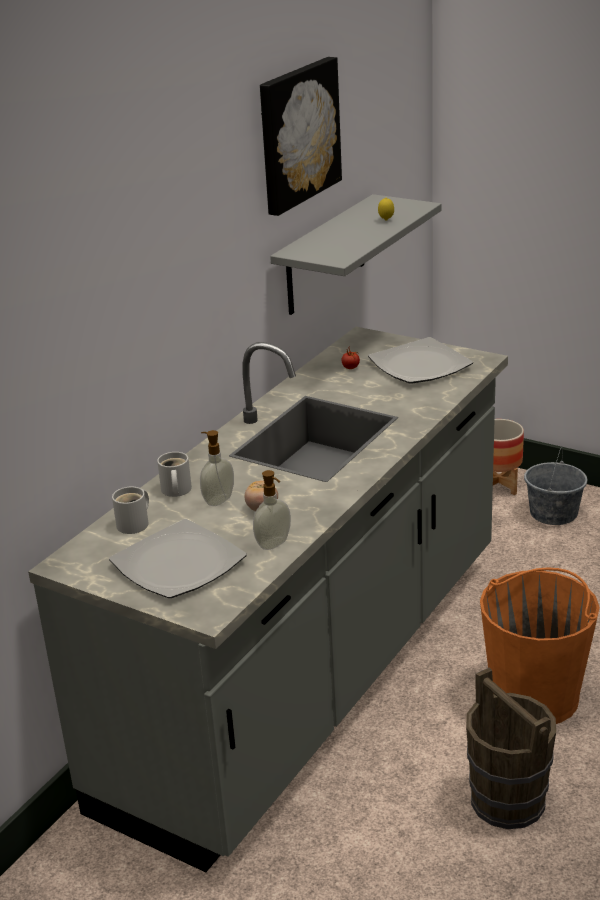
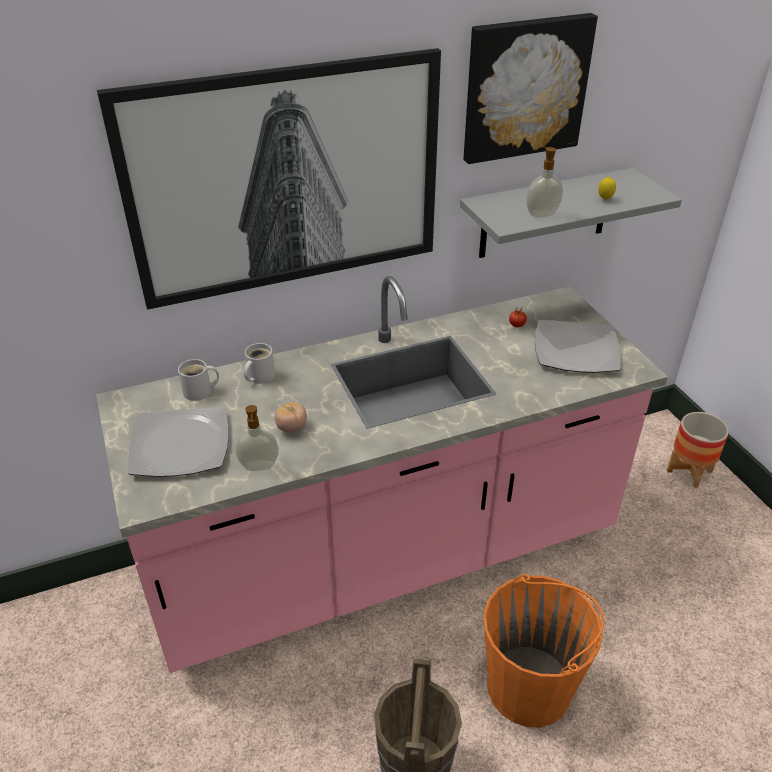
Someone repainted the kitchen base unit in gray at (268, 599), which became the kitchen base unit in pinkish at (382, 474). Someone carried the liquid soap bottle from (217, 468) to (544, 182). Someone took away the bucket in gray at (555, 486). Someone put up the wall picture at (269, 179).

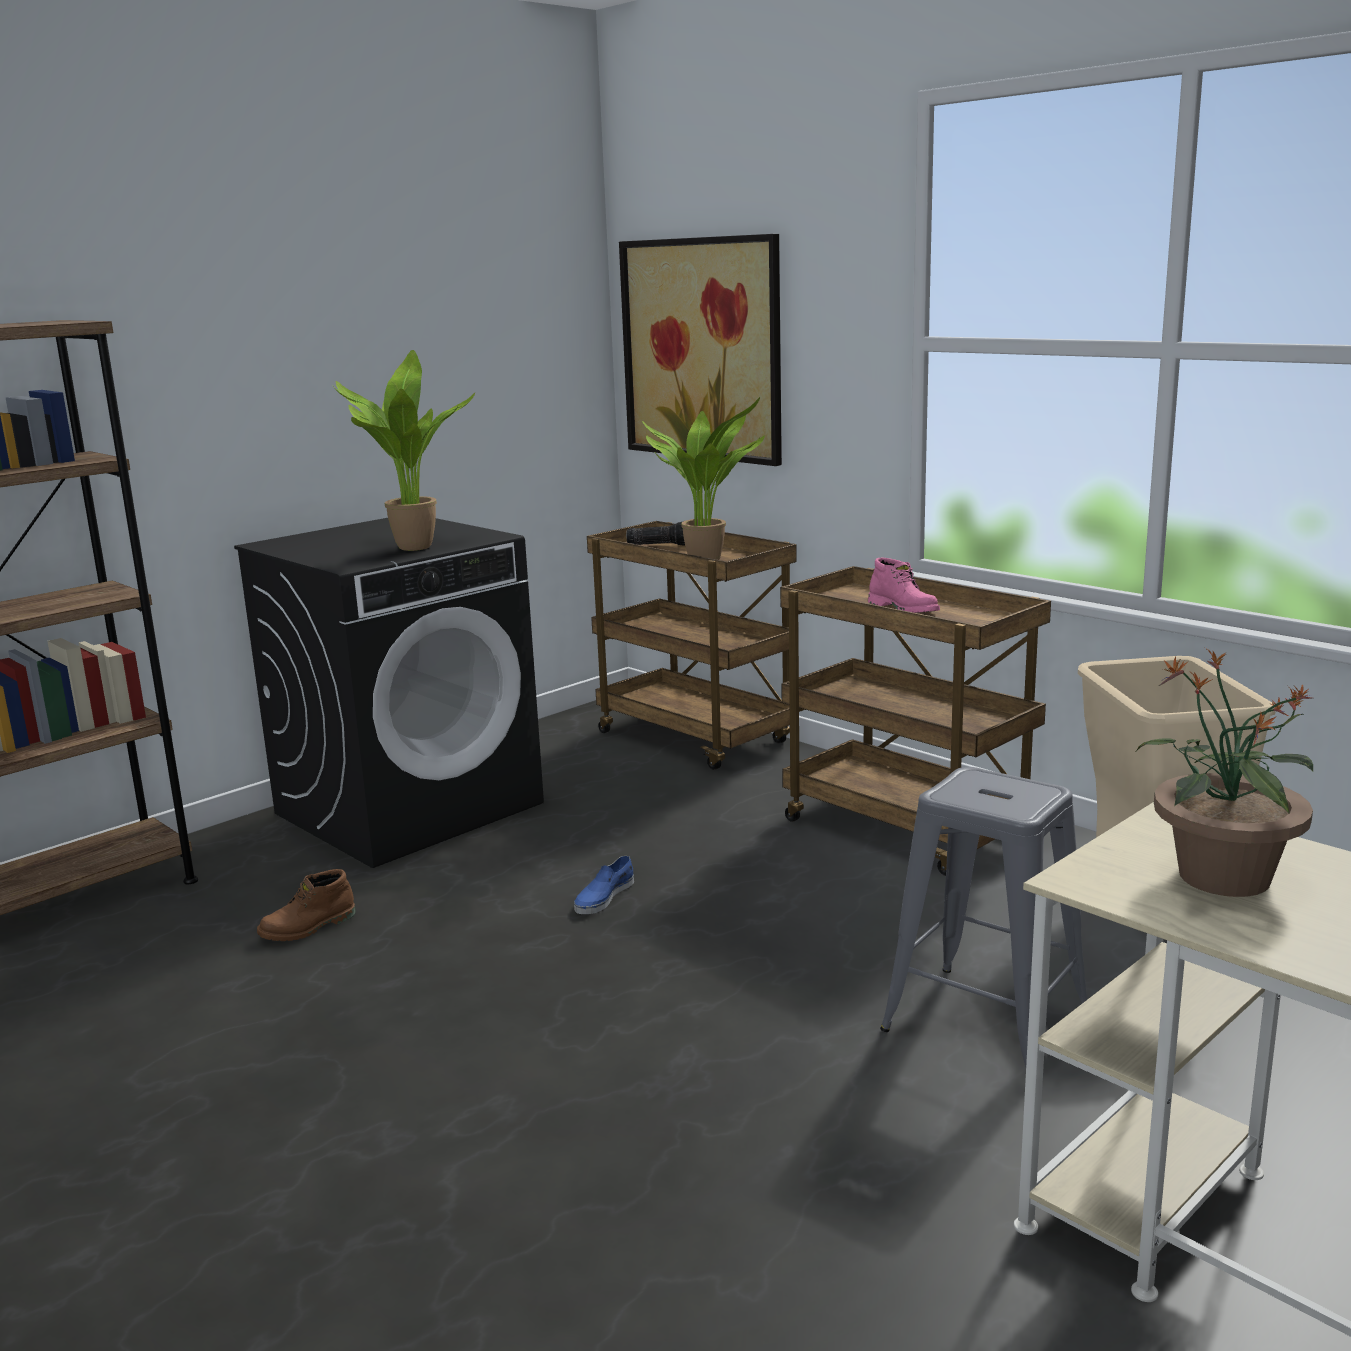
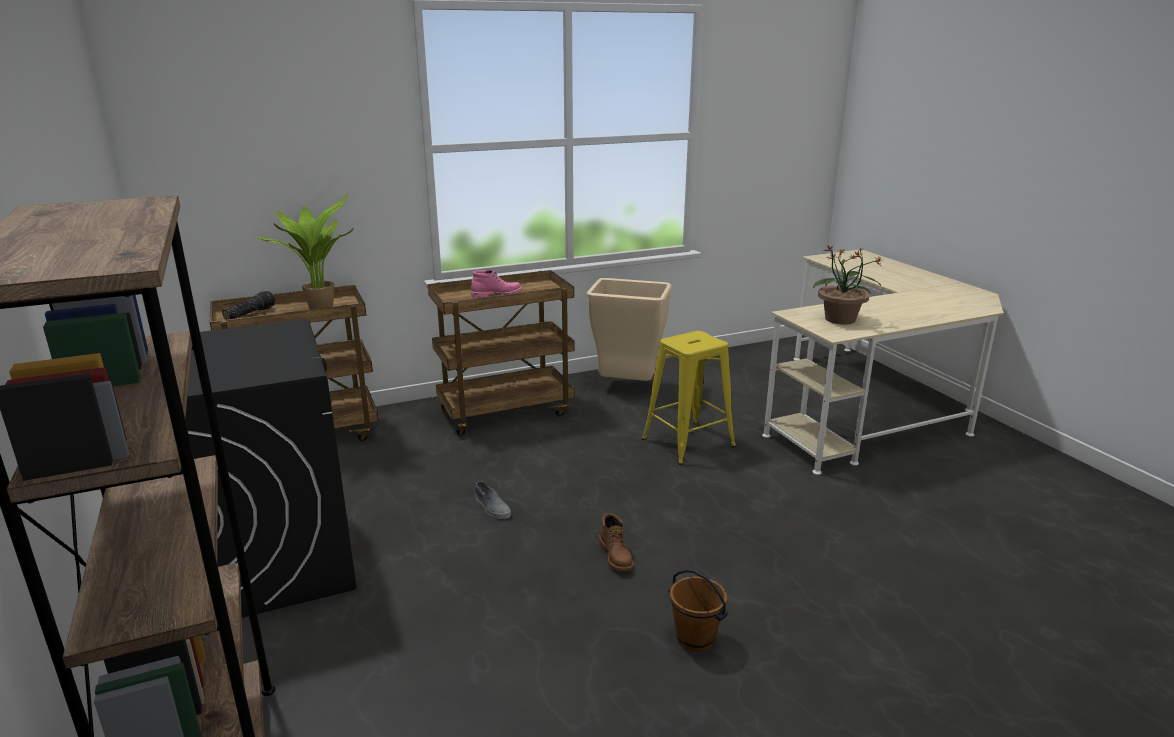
Someone took away the wall picture at (700, 350). Someone took away the houseplant at (404, 450). Someone repainted the stool in gray at (983, 917), which became the stool in yellowish at (689, 398). Someone repainted the low shoe in blue-coloured at (604, 885), which became the low shoe in gray at (493, 500). Someone carried the tall boot in brownish from (306, 905) to (616, 542). Someone put down the bucket in brownish at (699, 611).

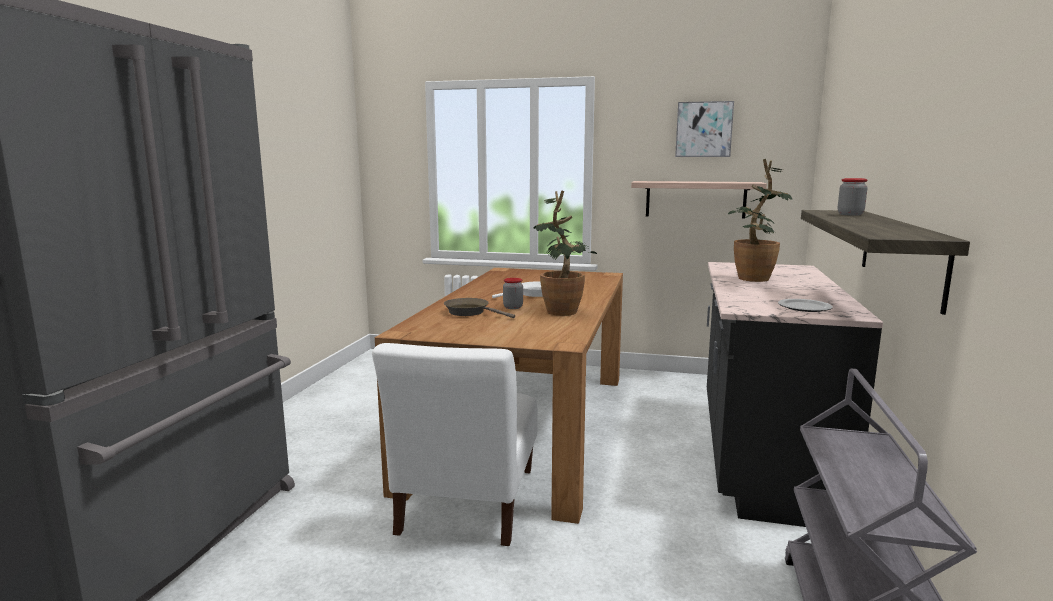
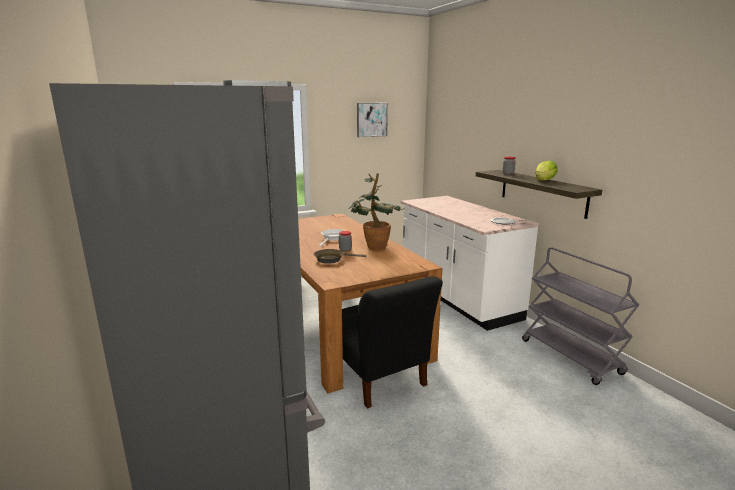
Someone took away the houseplant at (760, 220). Someone took away the bracket shelf at (699, 200). Someone repainted the kitchen base unit in blackish at (795, 394), which became the kitchen base unit in whitish at (470, 263). Someone repainted the upright chair in whitish at (454, 444), which became the upright chair in blackish at (392, 342). Someone put down the lettuce at (546, 170).

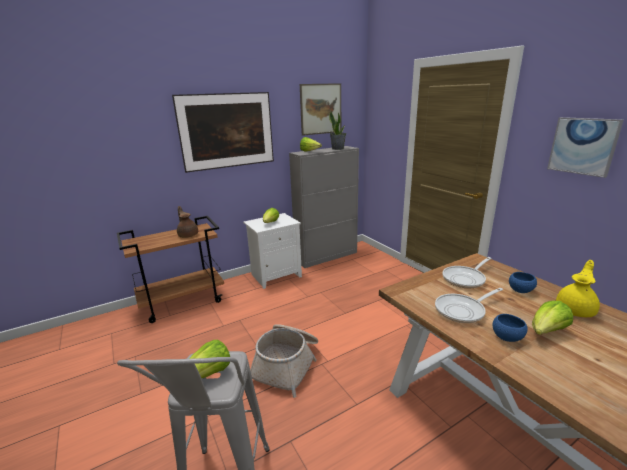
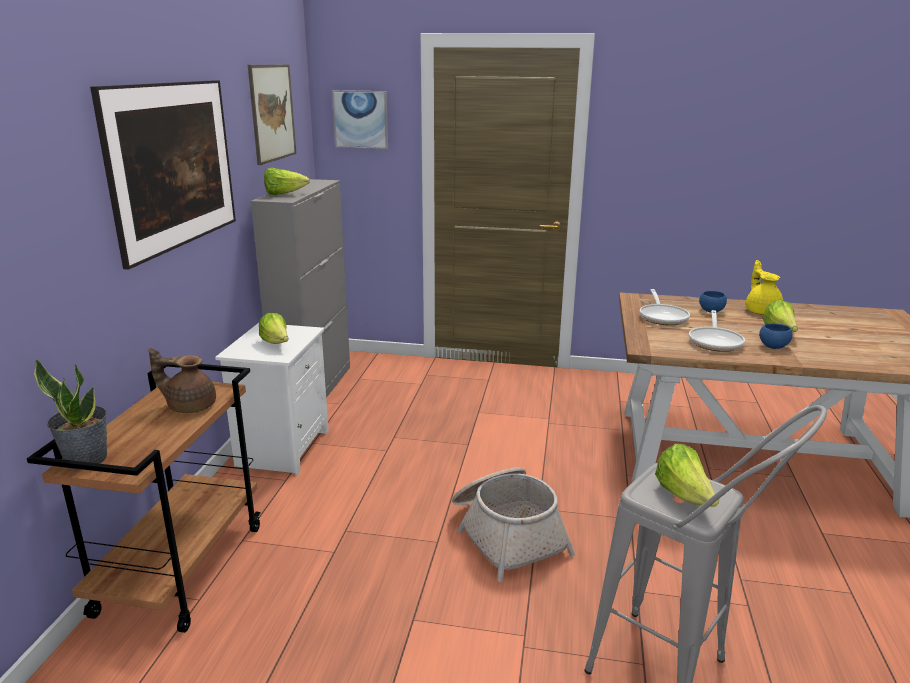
Someone carried the houseplant from (337, 130) to (70, 414). Someone carried the wall picture from (585, 147) to (360, 119).

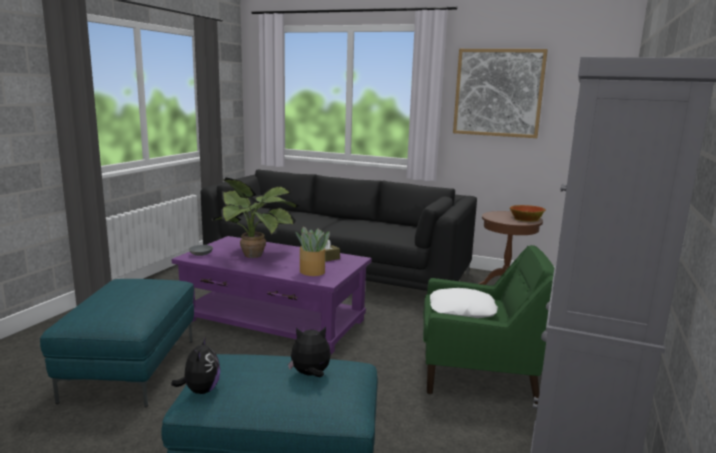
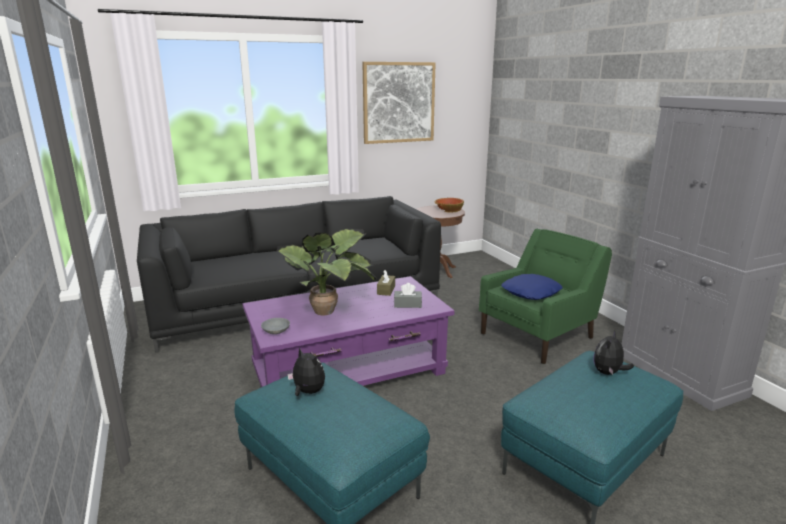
Someone swapped the houseplant at (312, 251) for the box of tissues in gray at (408, 295). Someone repainted the pillow in whitish at (464, 303), which became the pillow in blue-coloured at (531, 287). Someone carried the soft toy from (195, 365) to (306, 371).

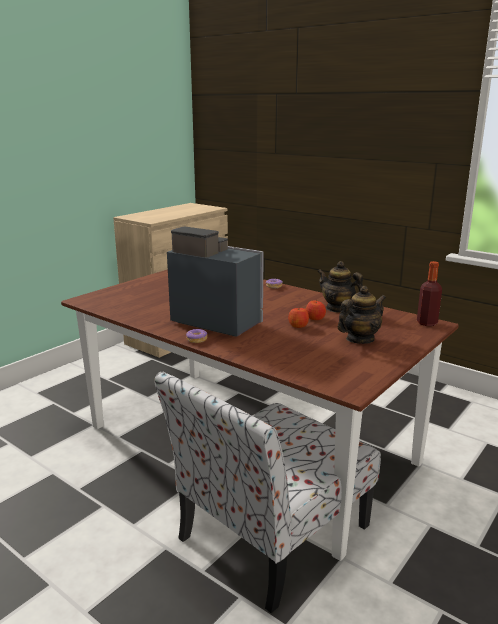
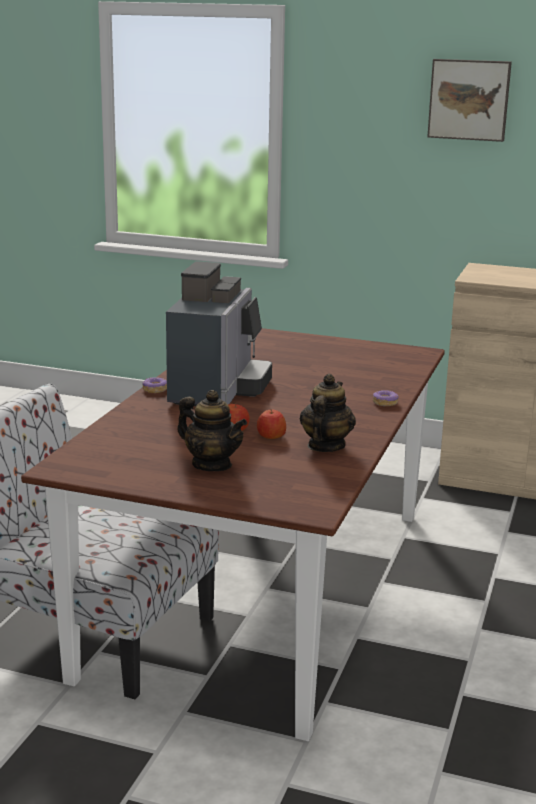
Someone took away the drink bottle at (429, 293). Someone put up the wall picture at (469, 100).

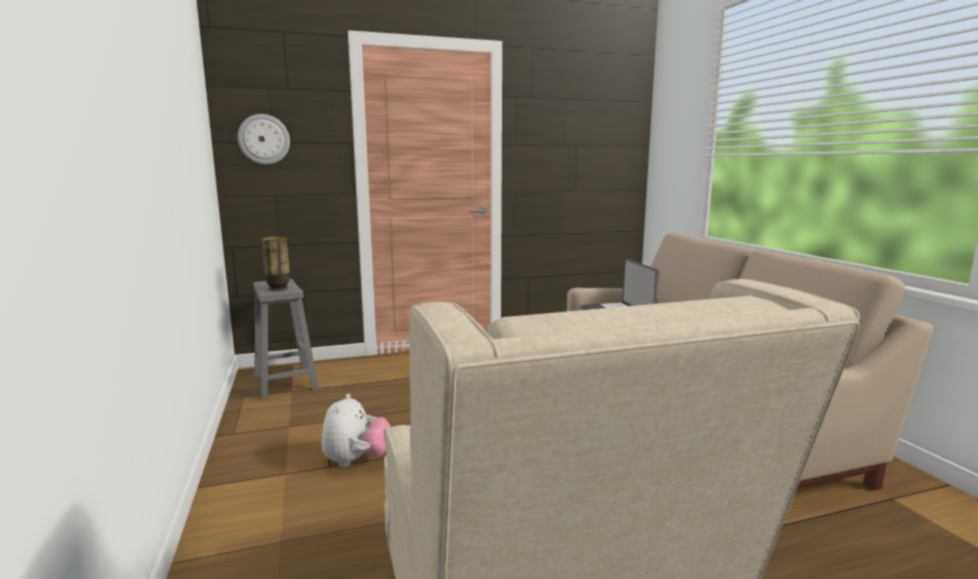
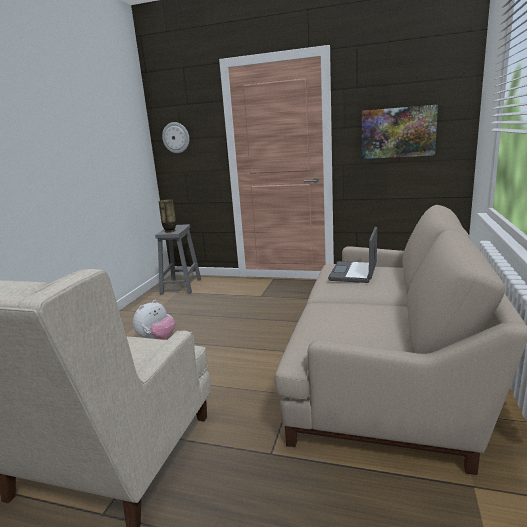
Someone put up the wall picture at (400, 132).

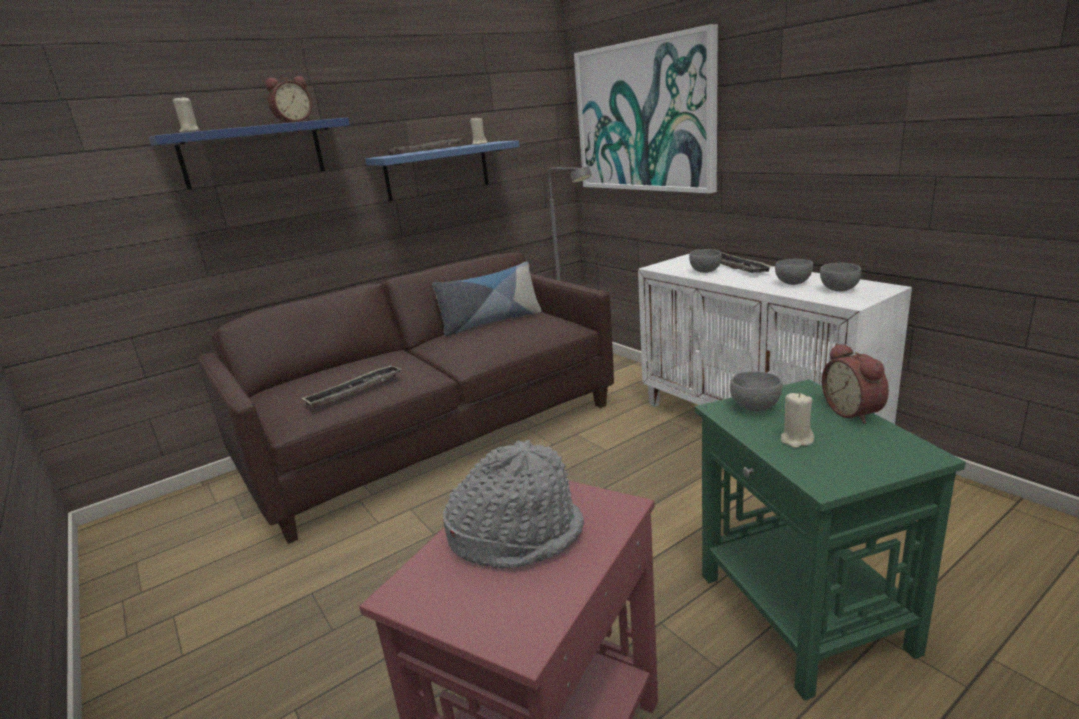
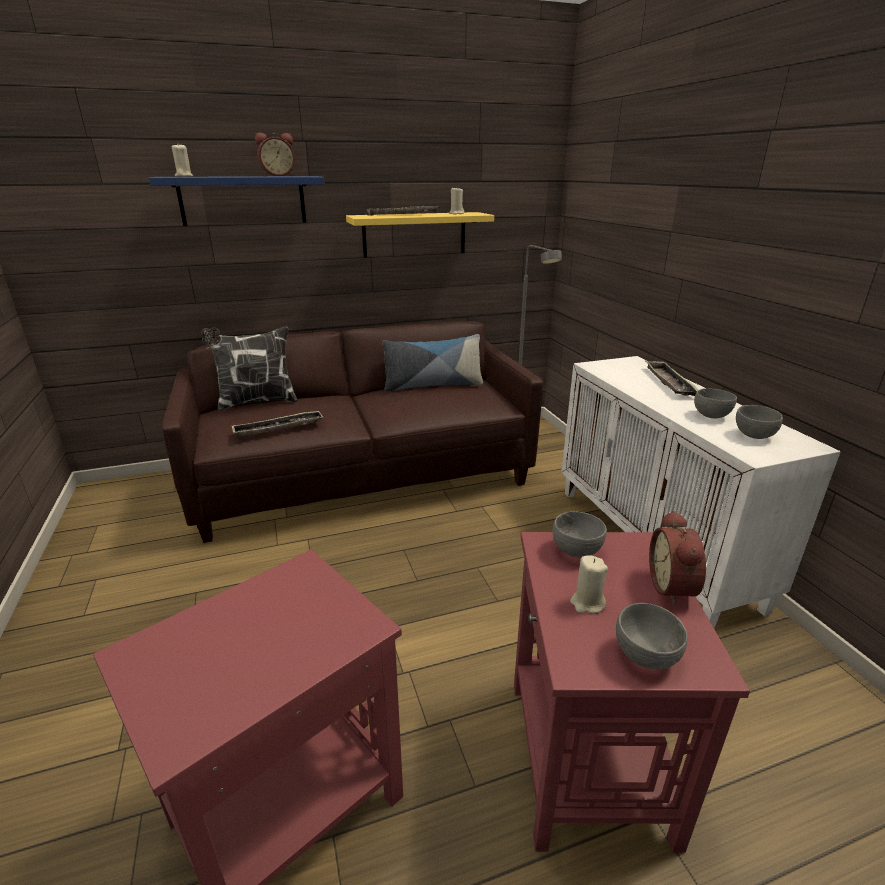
Someone took away the wall picture at (646, 108). Someone repainted the bracket shelf in blue-coloured at (443, 171), which became the bracket shelf in yellowish at (420, 235). Someone carried the bowl in gray from (705, 261) to (652, 636). Someone repainted the end table in green at (830, 539), which became the end table in red at (632, 692). Someone took away the hat in gray at (513, 504). Someone put down the pillow at (249, 368).

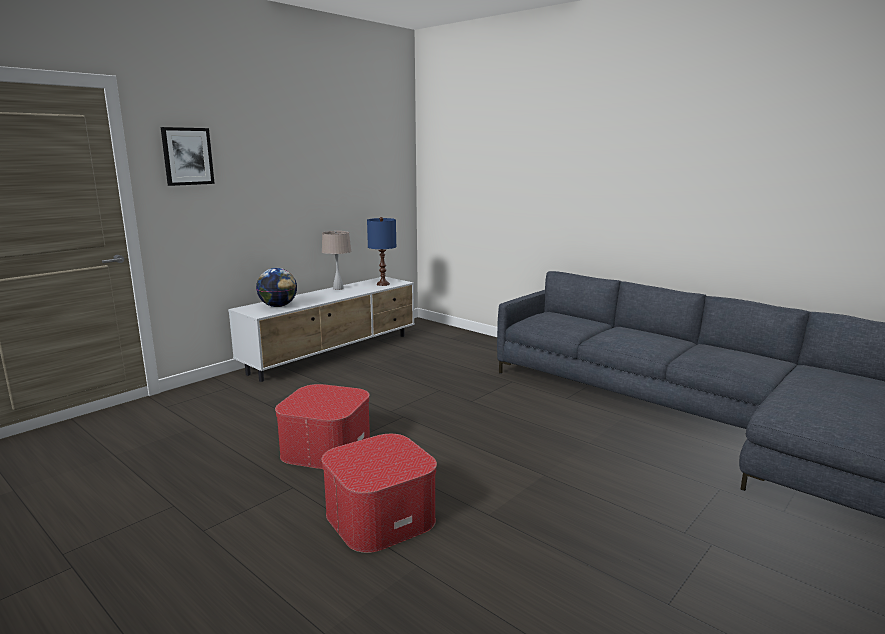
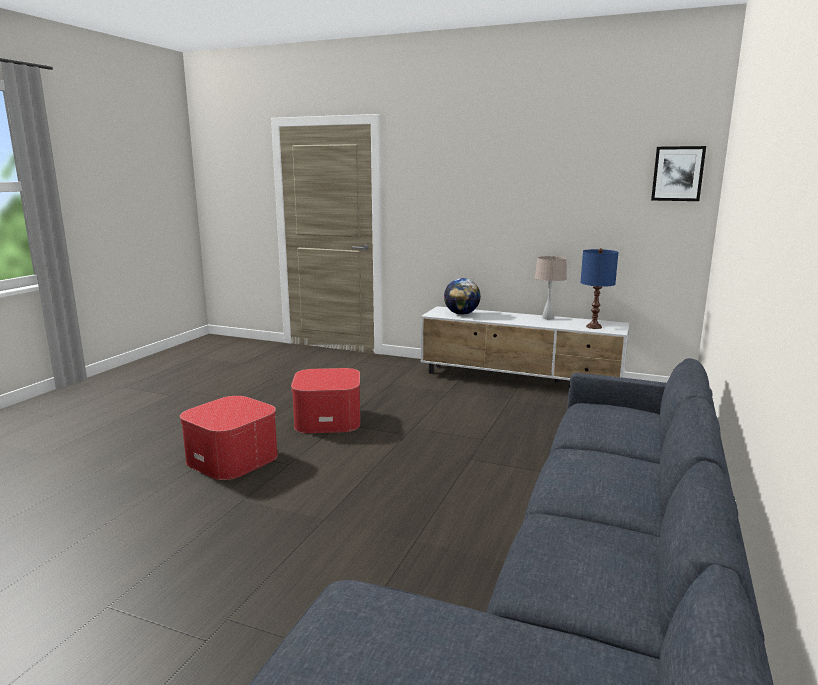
Someone carried the wall picture from (188, 156) to (678, 173).

